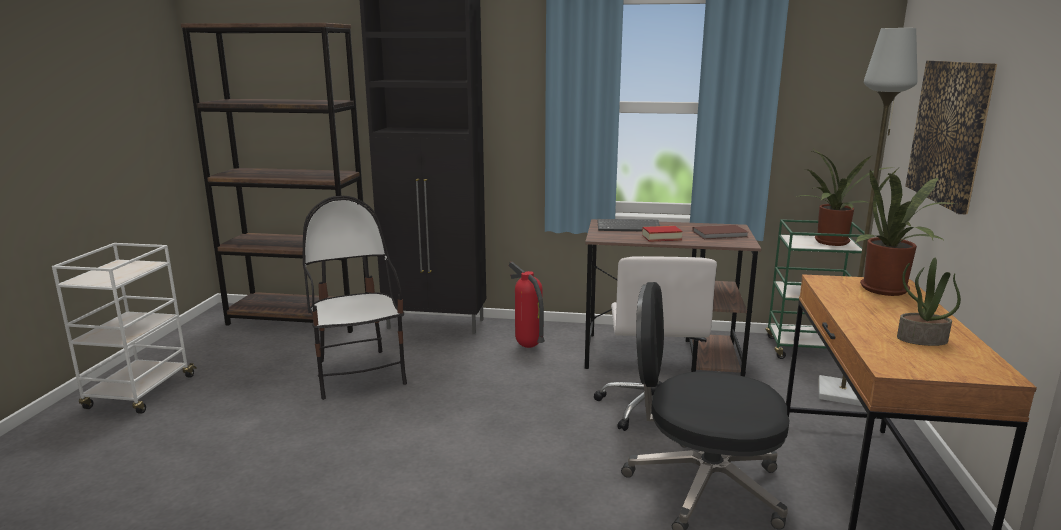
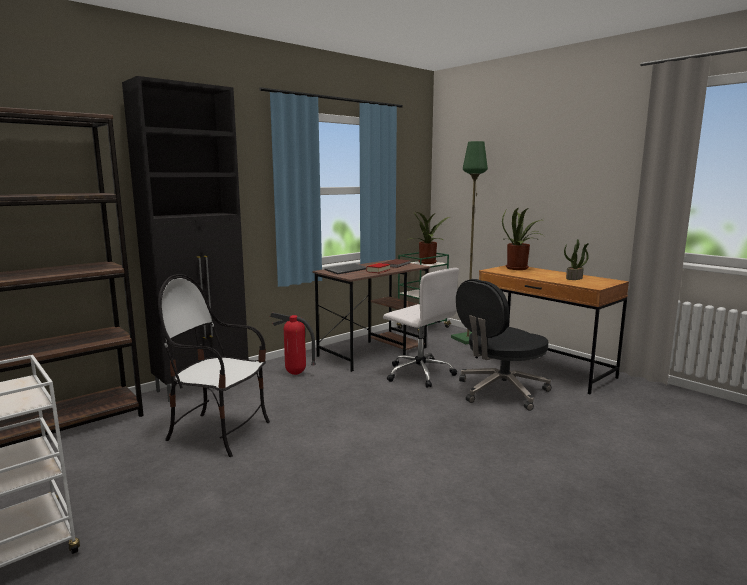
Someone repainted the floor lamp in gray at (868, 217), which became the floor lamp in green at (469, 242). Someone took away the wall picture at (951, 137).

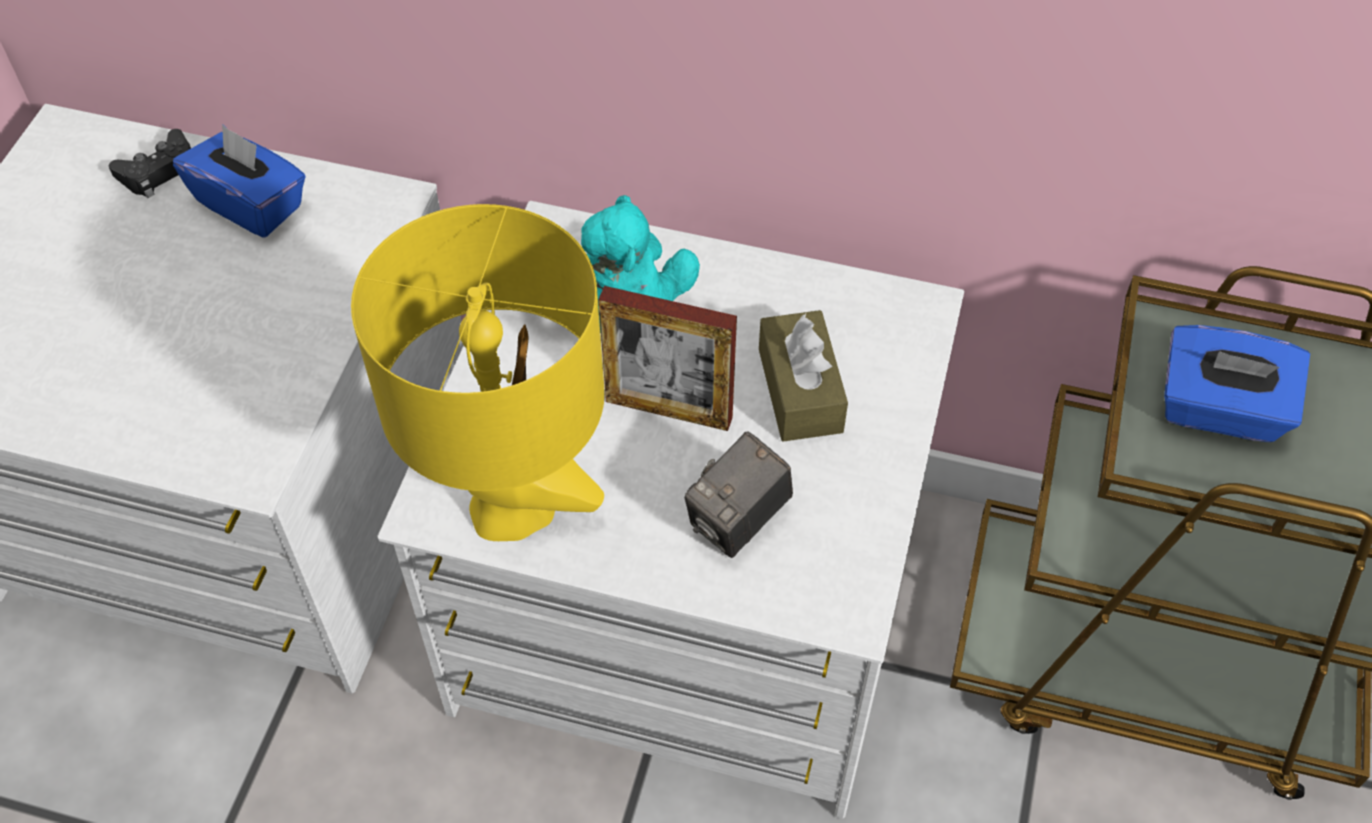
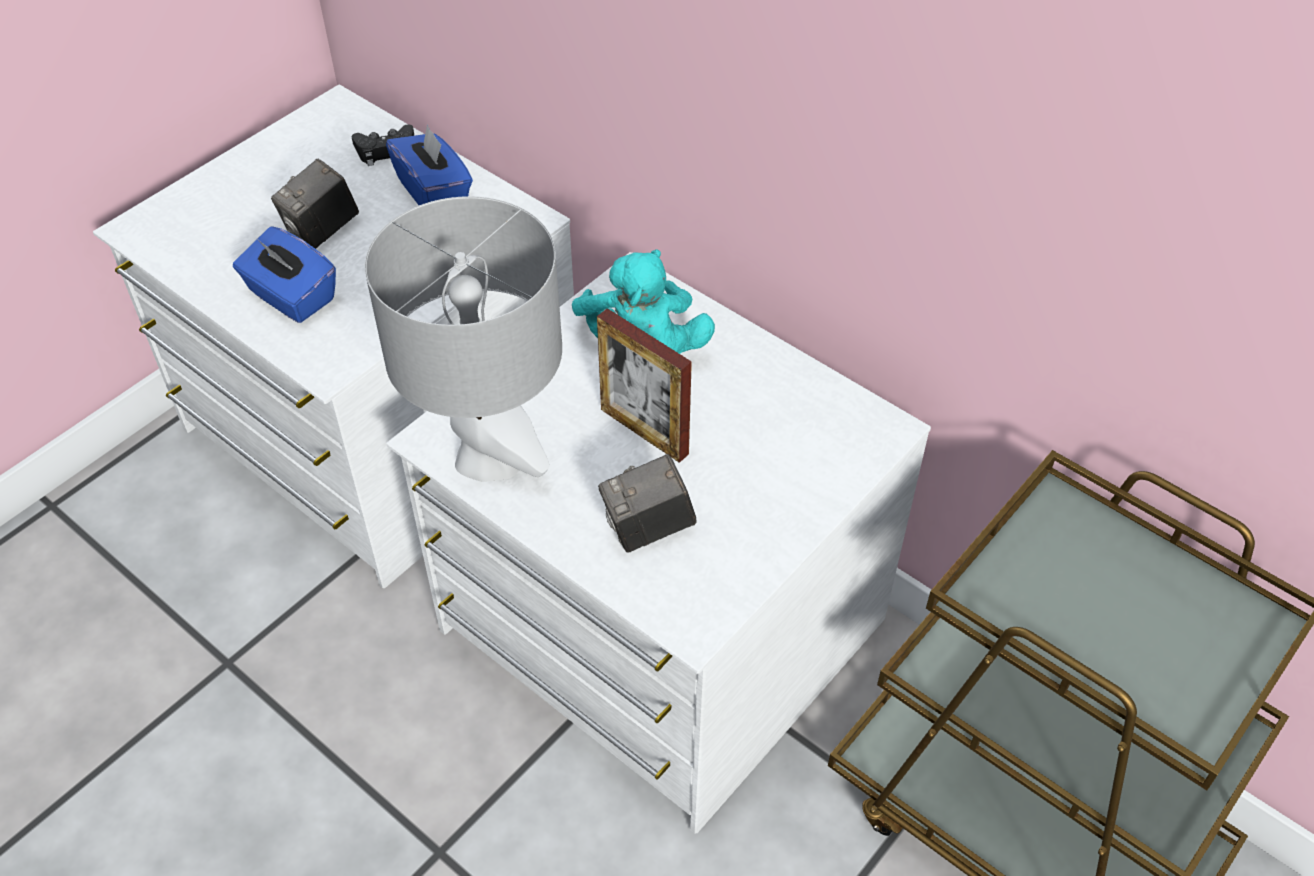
Someone repainted the lamp for a table in yellowish at (478, 372), which became the lamp for a table in gray at (463, 339). Someone took away the box of tissues in brownish at (803, 376). Someone carried the box of tissues in blue-coloured from (1237, 383) to (284, 275). Someone put down the photo camera at (315, 204).

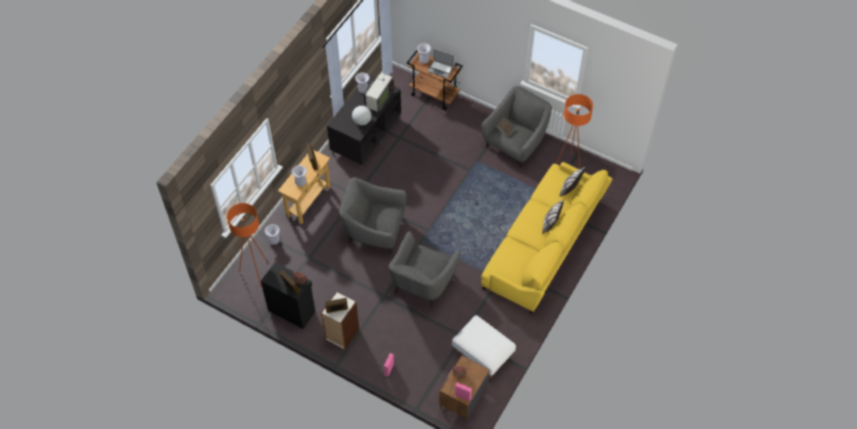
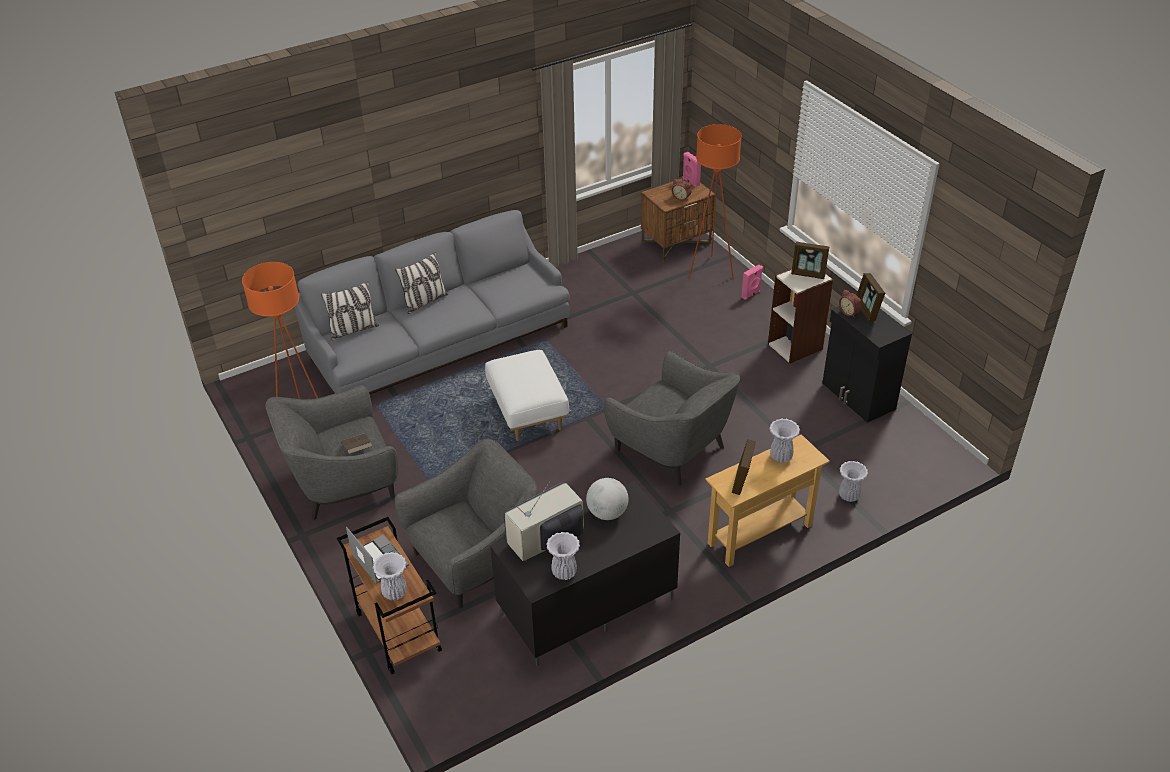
Someone repainted the sofa in yellowish at (546, 238), which became the sofa in gray at (432, 302). Someone carried the floor lamp in orange-coloured from (247, 245) to (715, 201). Someone carried the easy chair in gray from (424, 270) to (466, 524). Someone carried the pouffe in whitish from (484, 346) to (527, 395).

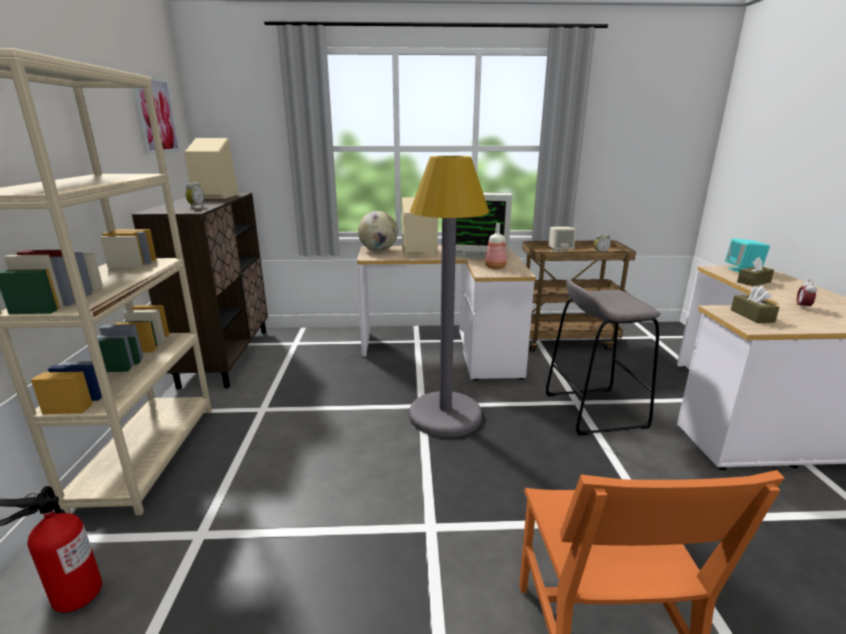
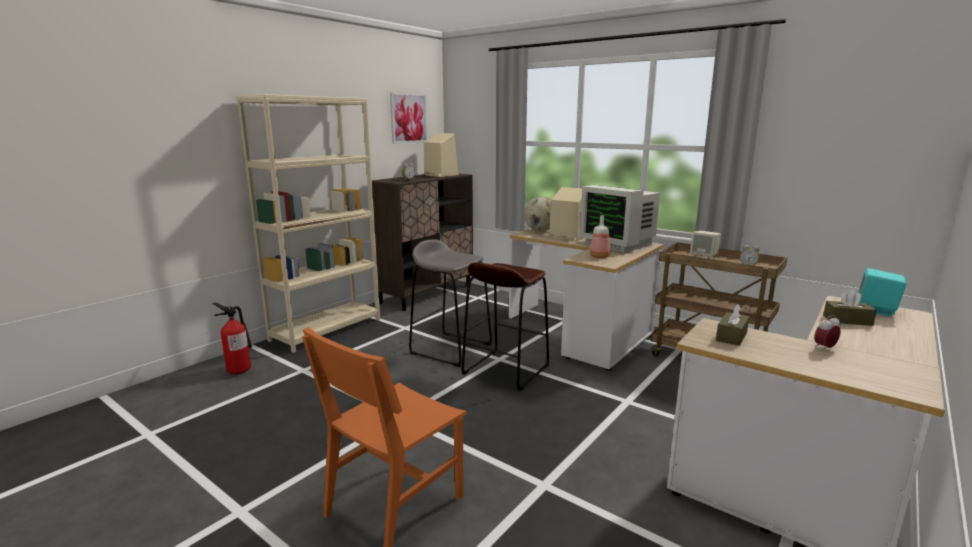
Someone swapped the floor lamp in gray at (449, 296) for the stool in brownish at (505, 326). Someone carried the stool in gray from (603, 357) to (450, 303).

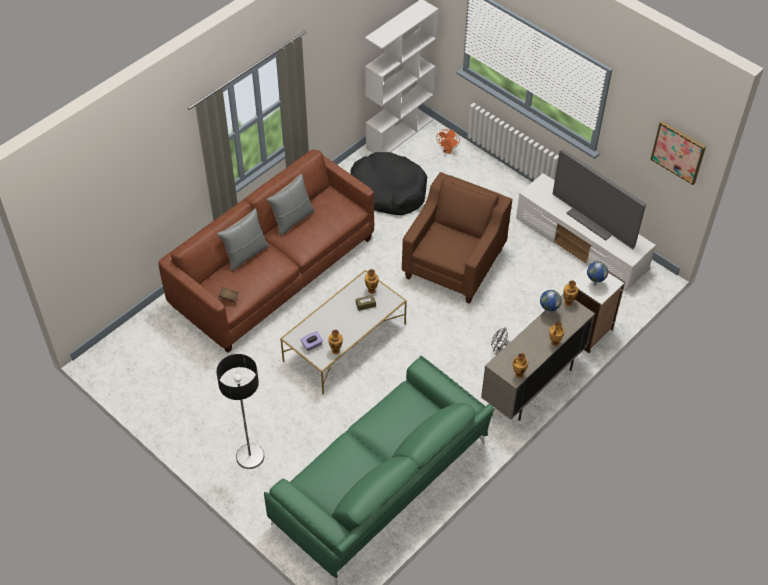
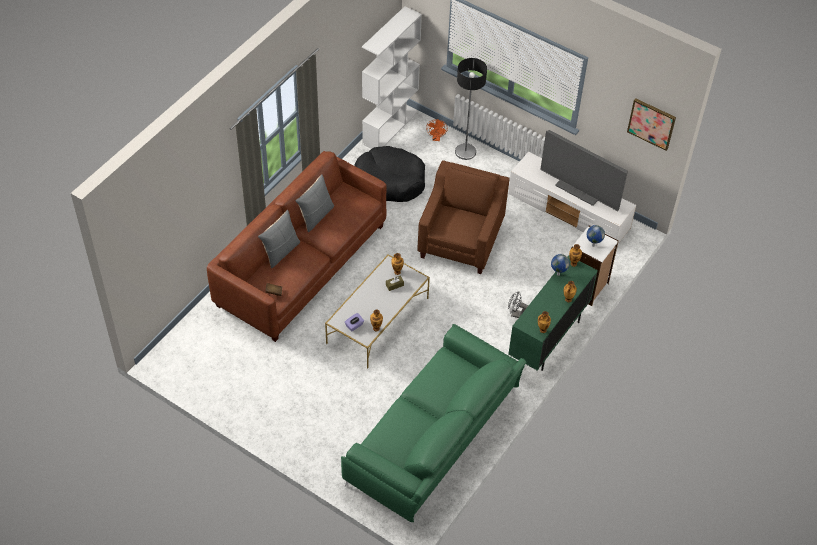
Someone repainted the cabinet in beige at (538, 357), which became the cabinet in green at (553, 313). Someone carried the floor lamp from (240, 411) to (471, 109).

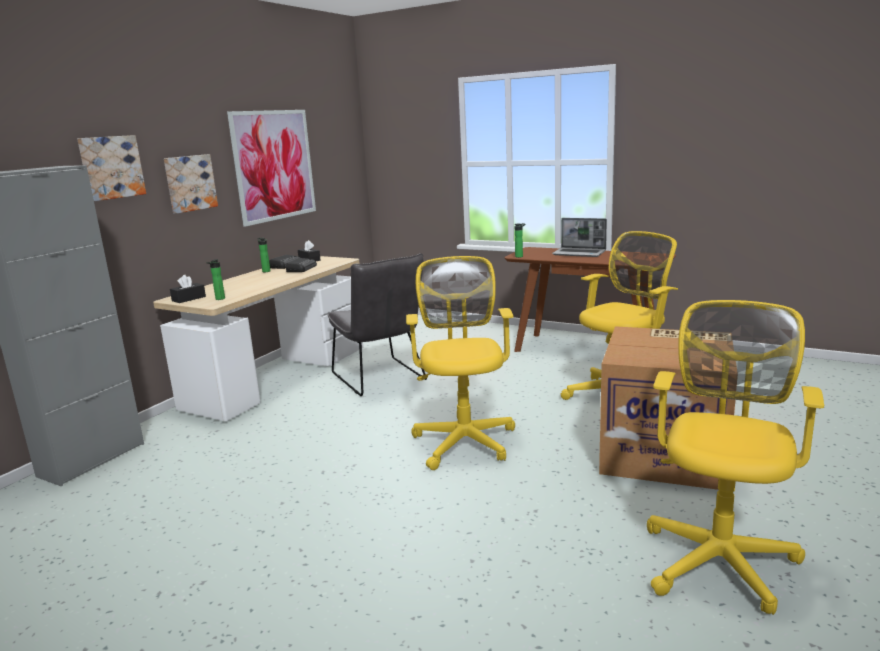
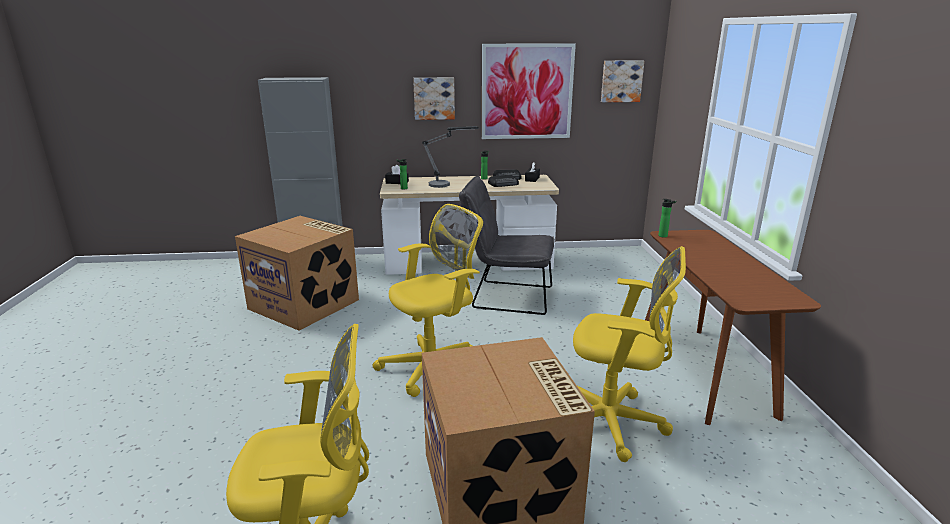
Someone carried the wall picture from (111, 168) to (622, 81). Someone took away the laptop at (579, 237). Someone rotated the upright chair in gray at (377, 324) by 75 degrees clockwise. Someone put down the lamp for a table at (450, 157). Someone put down the packing box at (297, 273).

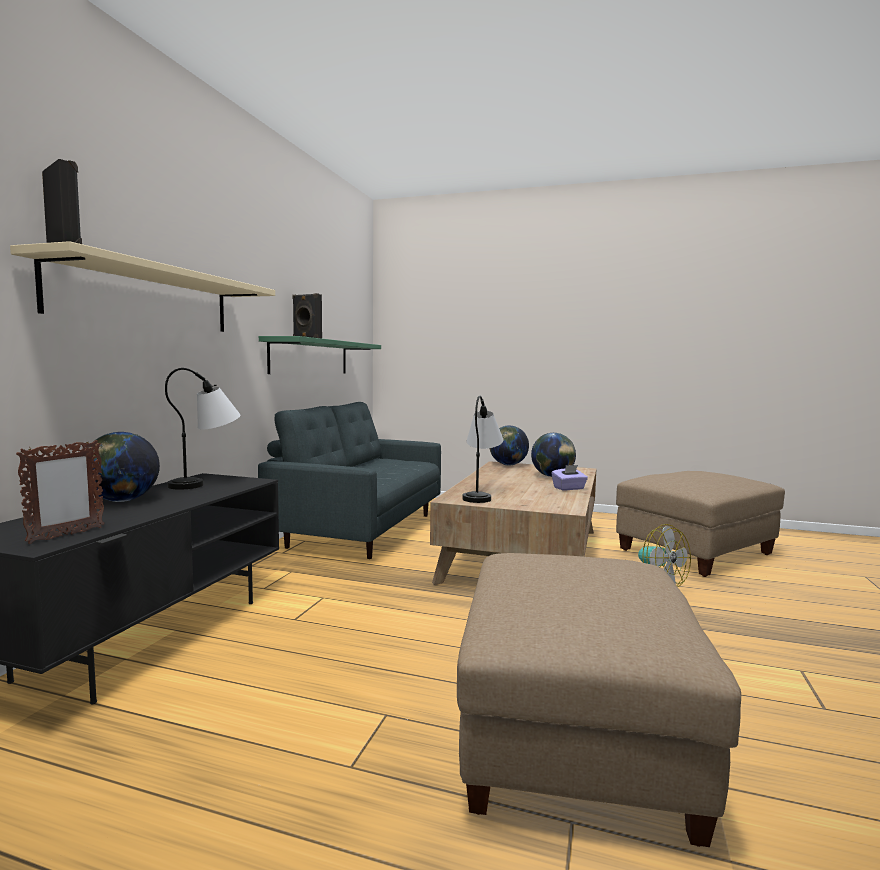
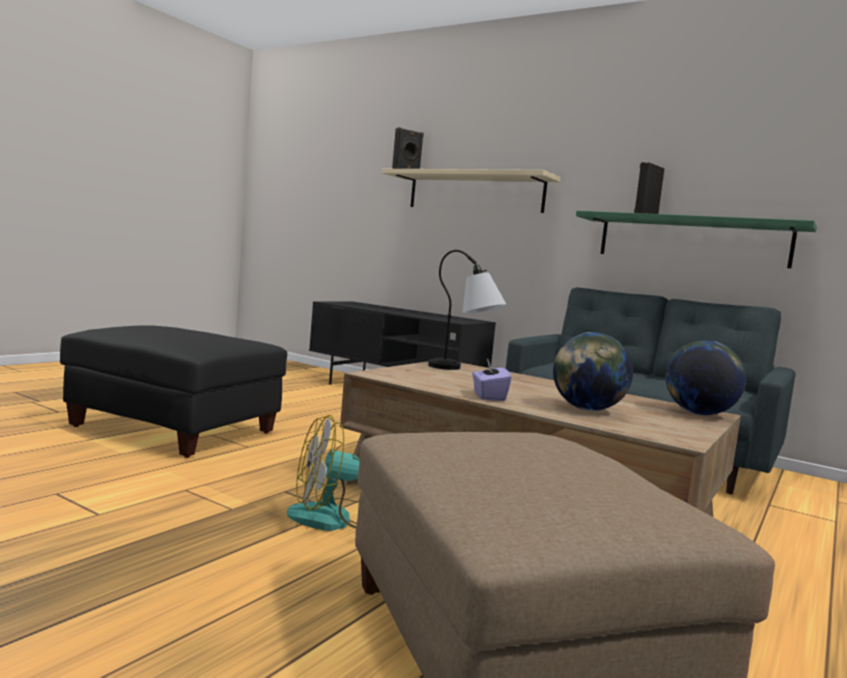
Someone took away the lamp for a table at (203, 428). Someone took away the world globe at (124, 467). Someone took away the standing frame at (60, 492). Someone repainted the pouffe in beige at (599, 700), which became the pouffe in blackish at (173, 391).

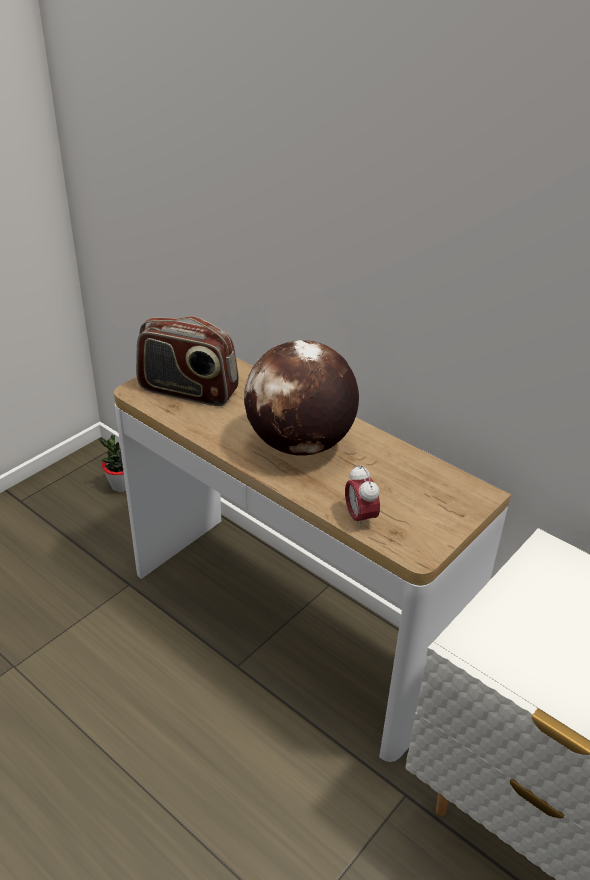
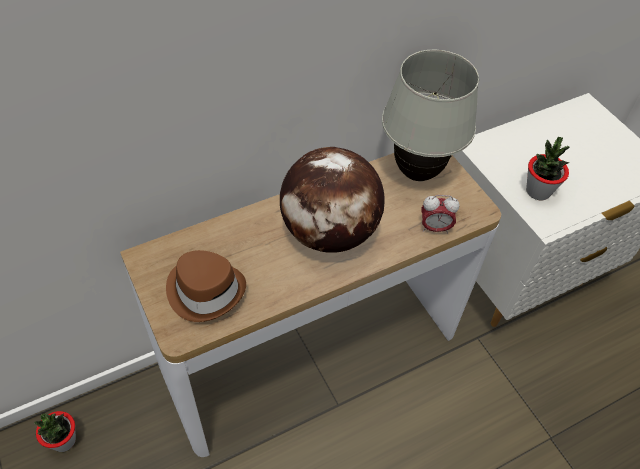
Someone swapped the radio receiver at (187, 361) for the hat in brownish at (206, 286). Someone put down the lamp for a table in whitish at (430, 115). Someone put down the houseplant at (547, 168).

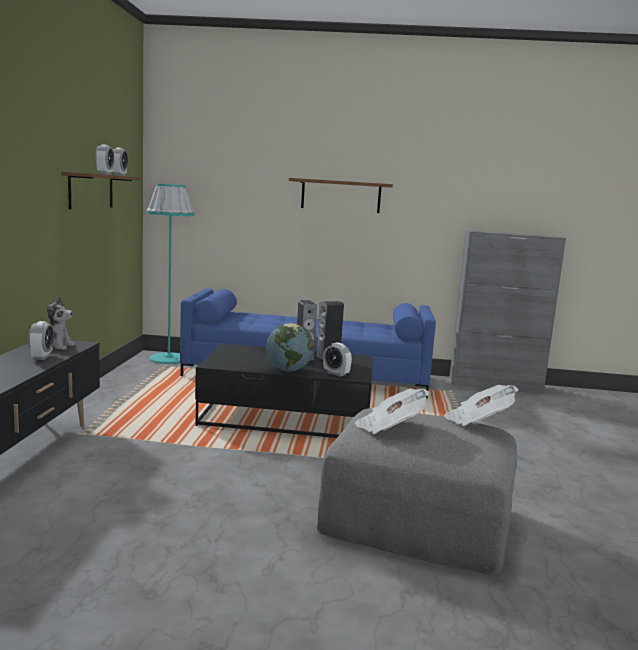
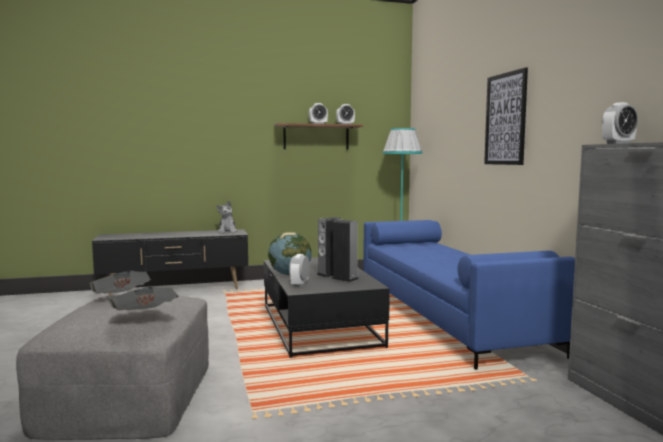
Someone swapped the bracket shelf in brownish at (341, 195) for the wall picture at (506, 116). Someone carried the bedside clock from (41, 340) to (620, 123).

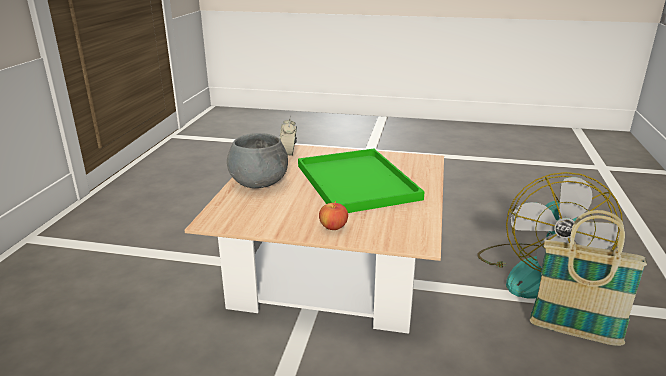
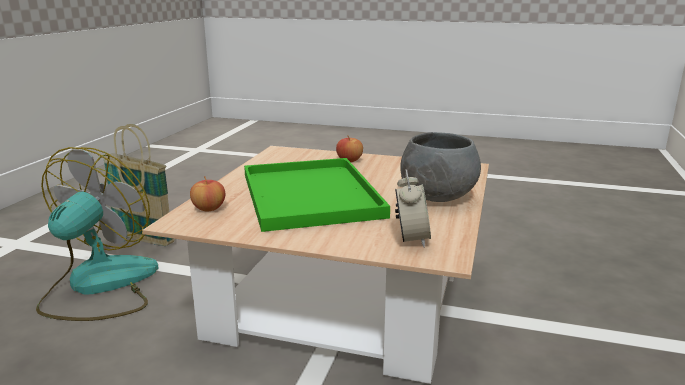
Someone put down the whole apple at (207, 193).

